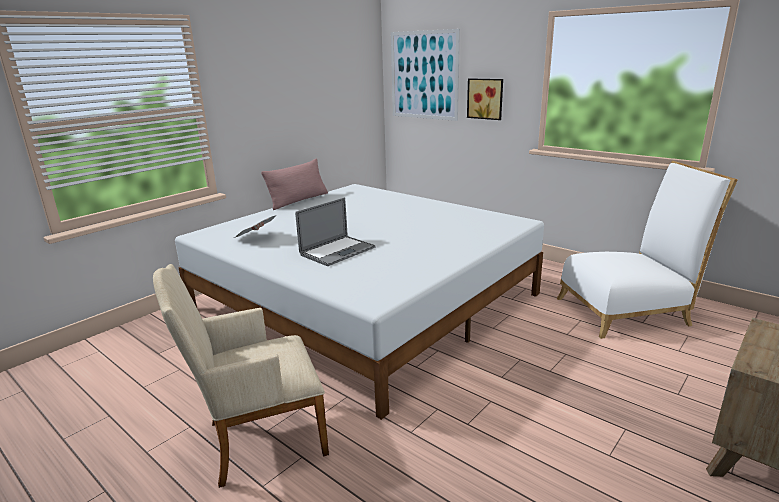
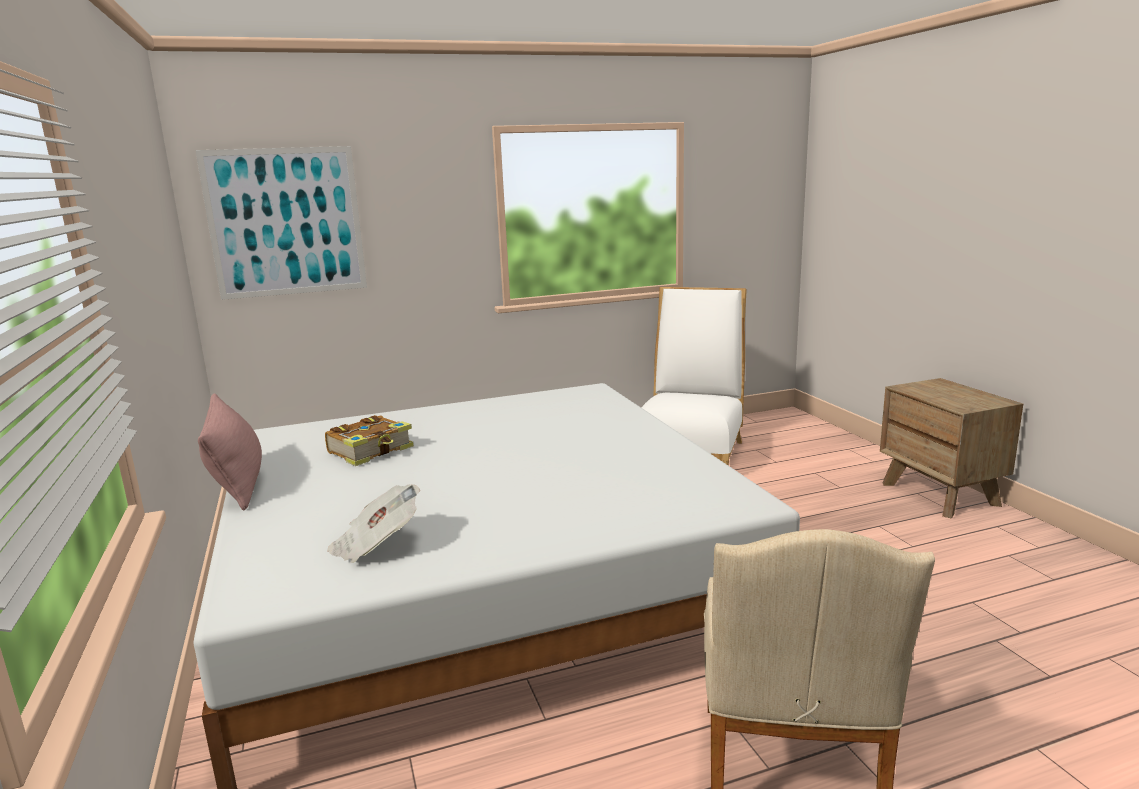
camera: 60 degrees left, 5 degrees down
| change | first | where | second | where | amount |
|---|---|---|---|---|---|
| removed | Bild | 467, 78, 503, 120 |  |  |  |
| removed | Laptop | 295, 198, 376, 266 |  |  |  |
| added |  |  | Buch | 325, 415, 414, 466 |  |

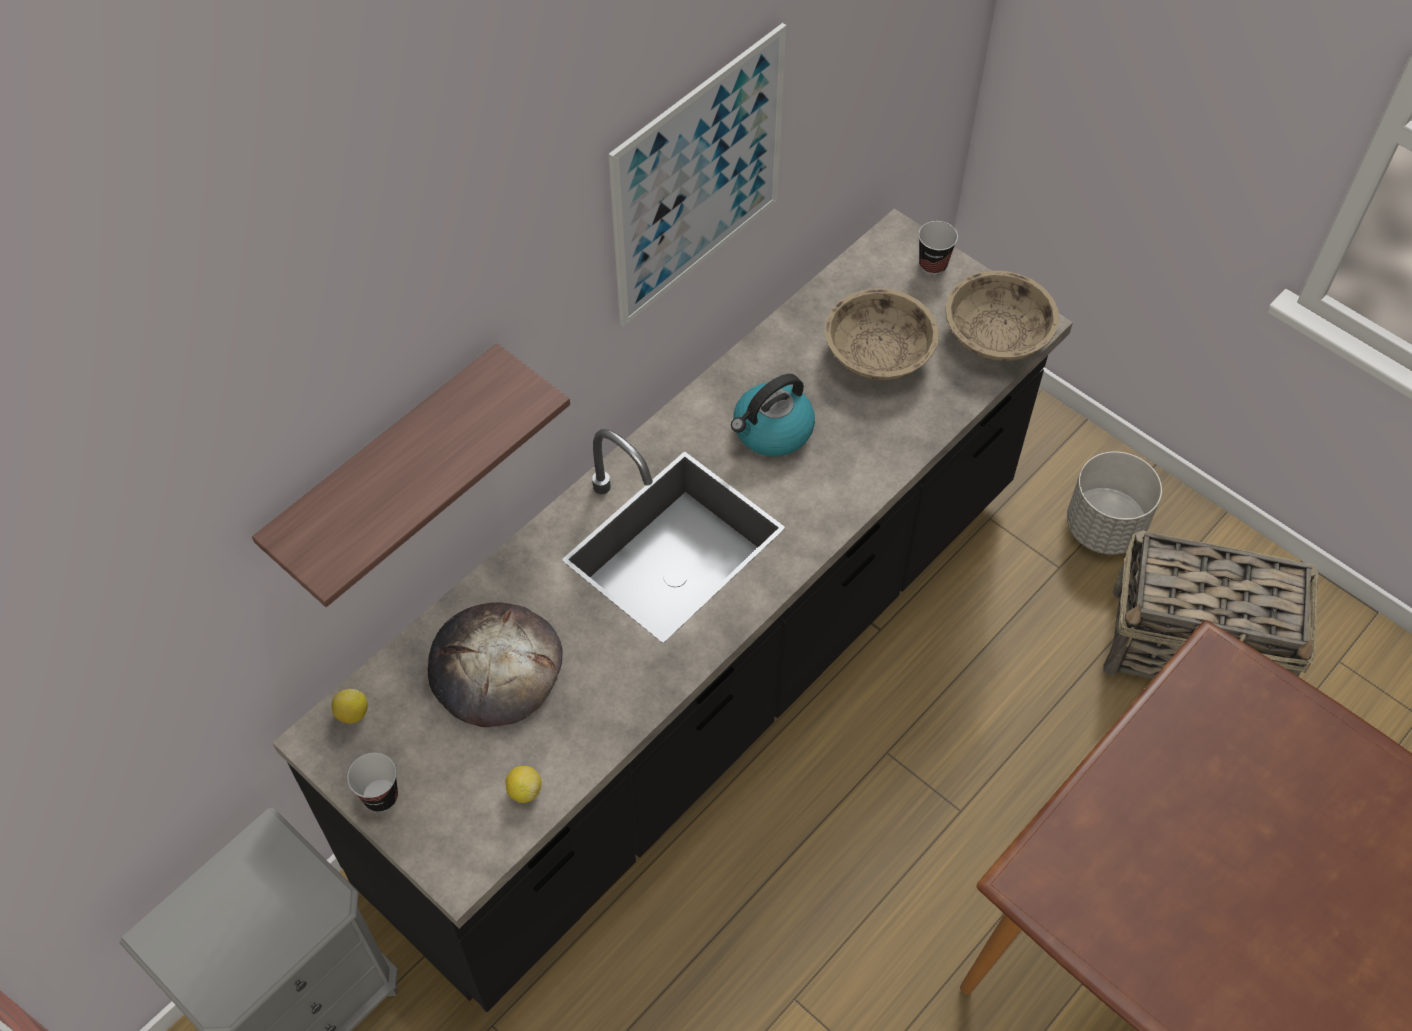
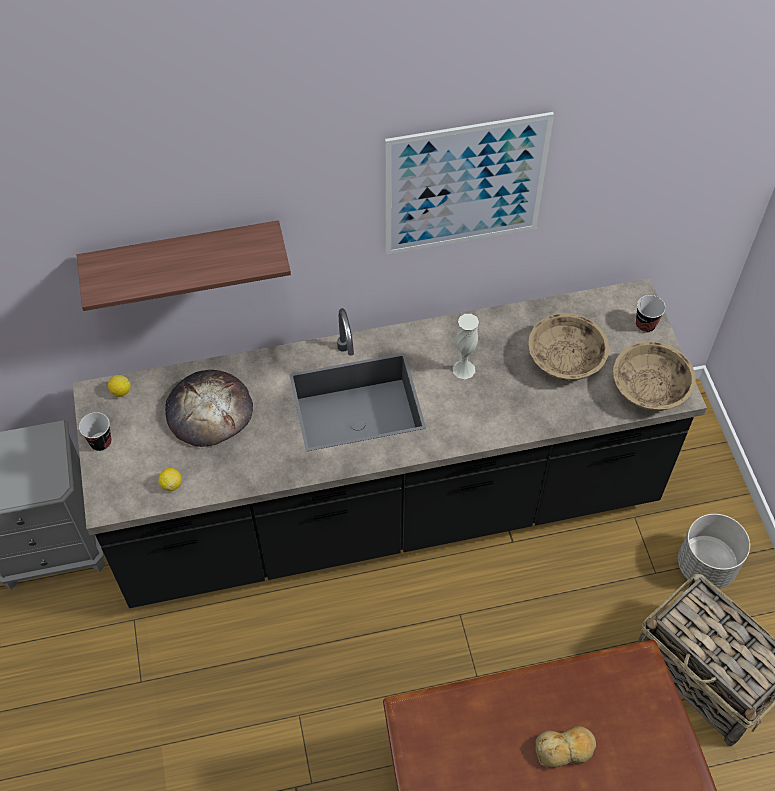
camera: 35 degrees right, 0 degrees up
| change | first | where | second | where | amount |
|---|---|---|---|---|---|
| replaced | Wasserkessel | 731, 374, 815, 456 | Vase [weiß] | 453, 314, 479, 379 |  |
| added |  |  | Brot | 536, 726, 596, 768 |  |

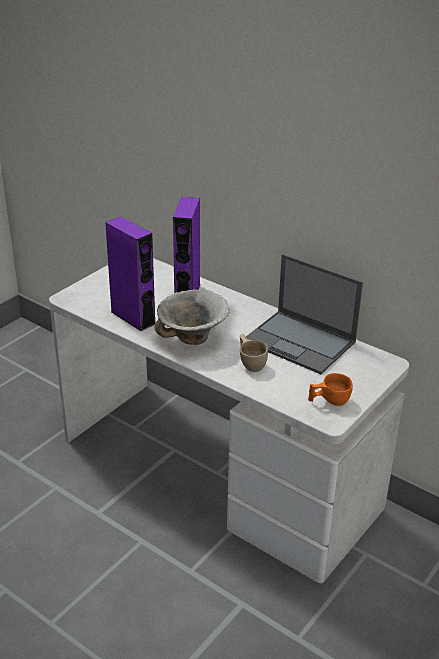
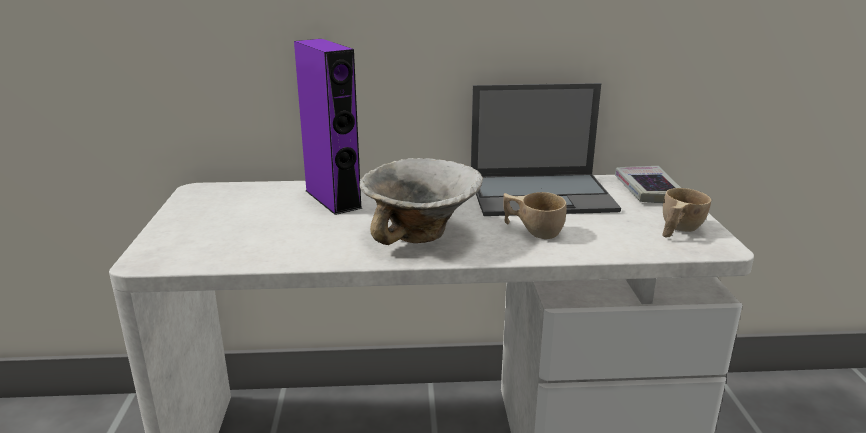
camera: 40 degrees left, 10 degrees down
| change | first | where | second | where | amount |
|---|---|---|---|---|---|
| removed | Lautsprecher [lila] | 105, 217, 155, 331 |  |  |  |
| recoloured | Tasse [orange] | 308, 373, 353, 406 | Tasse [beige] | 662, 188, 711, 237 |  |
| added |  |  | Buch | 615, 166, 681, 203 |  |

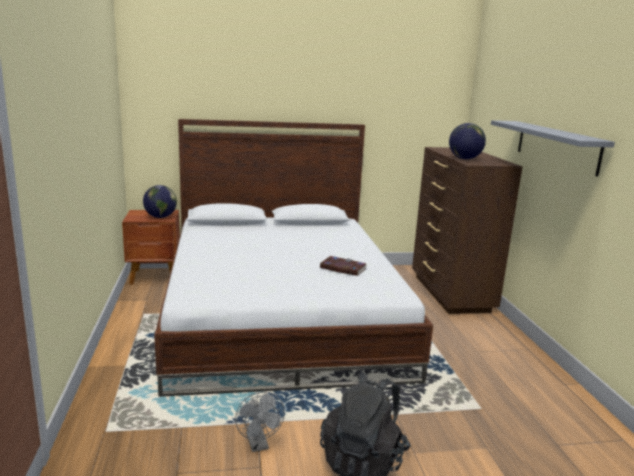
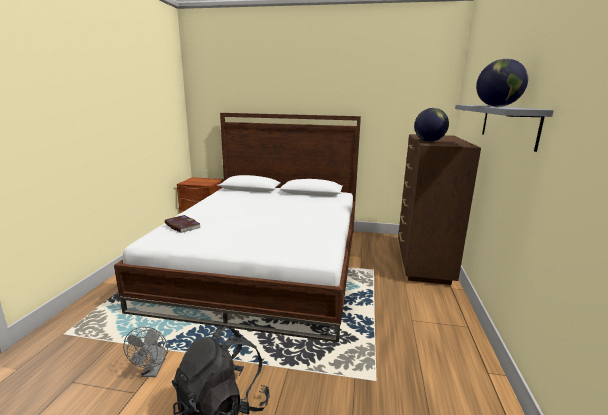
camera: 20 degrees right, 0 degrees up
| change | first | where | second | where | amount |
|---|---|---|---|---|---|
| moved | Globus | 143, 185, 177, 218 |  | 476, 59, 528, 107 |  |
| moved | Buch | 320, 256, 367, 276 |  | 165, 215, 202, 233 |  |

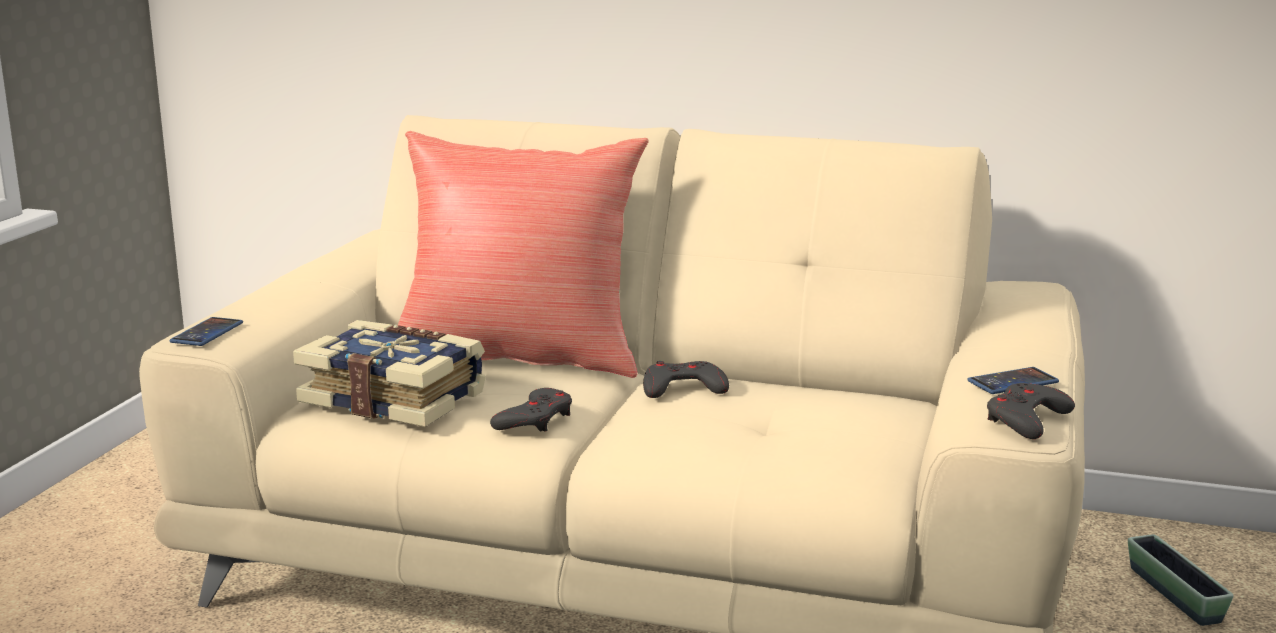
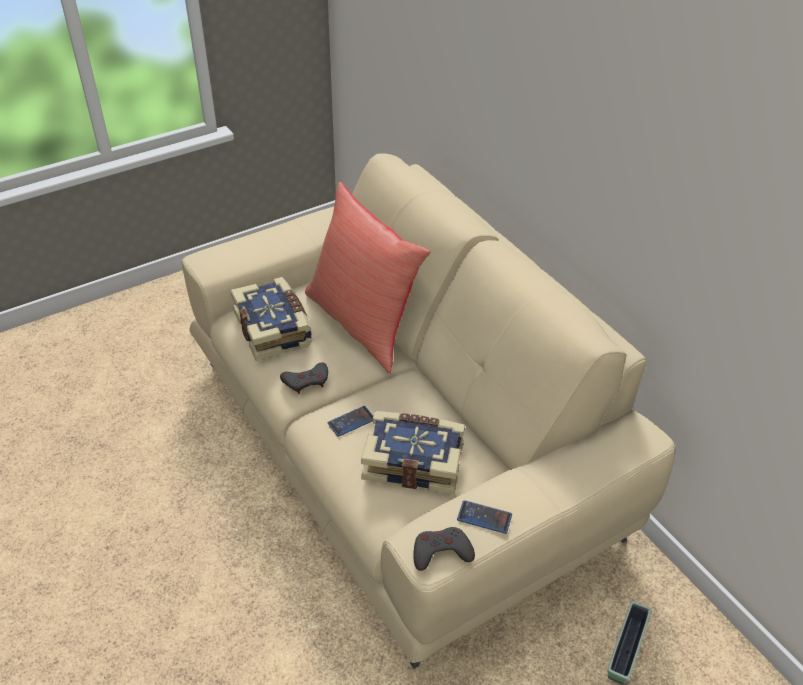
camera: 40 degrees right, 25 degrees up
| change | first | where | second | where | amount |
|---|---|---|---|---|---|
| moved | Handy | 169, 317, 243, 346 |  | 328, 406, 373, 437 |  |
| removed | Gamepad [grau] | 643, 361, 729, 398 |  |  |  |
| added |  |  | Buch | 361, 411, 465, 494 |  |

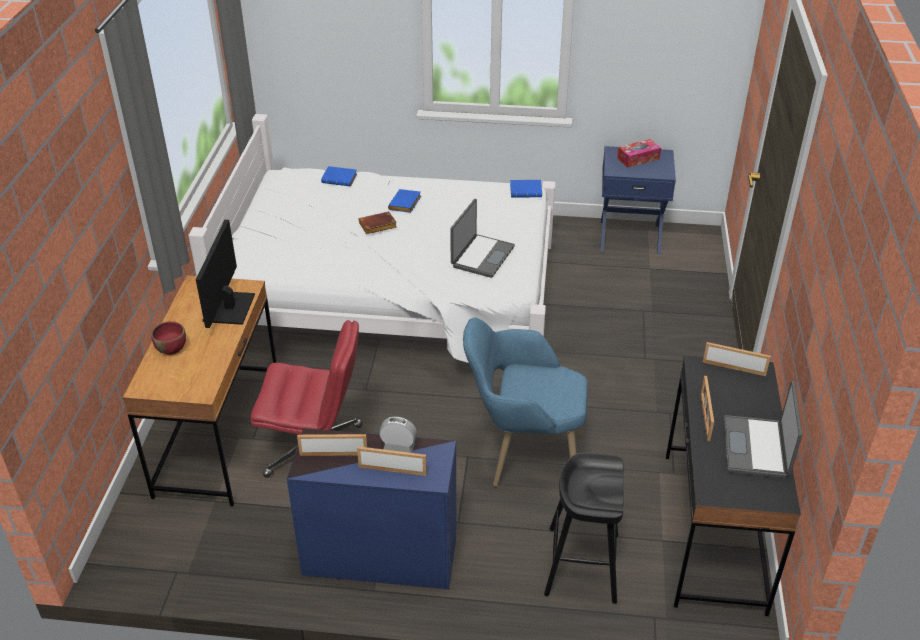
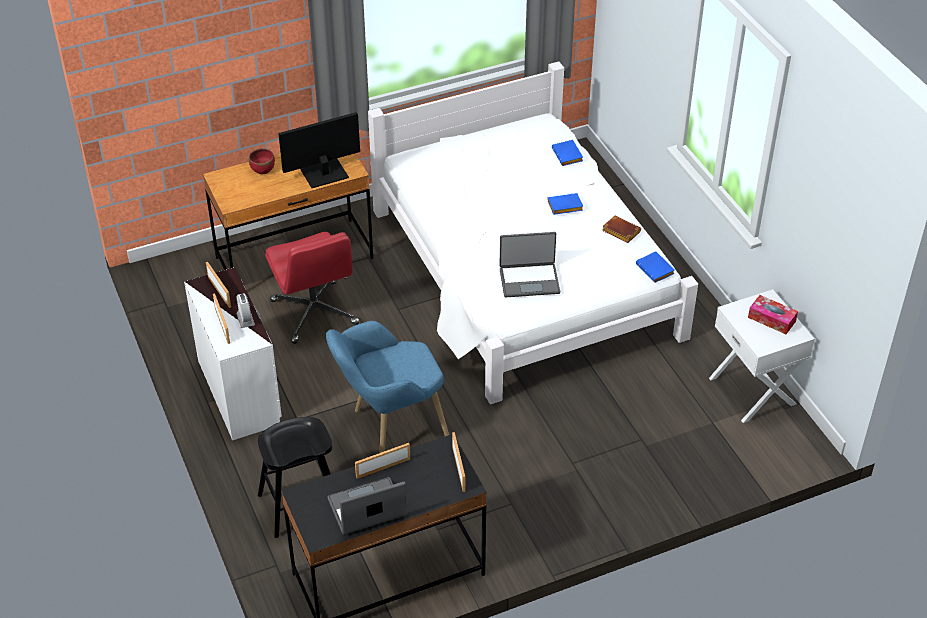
camera: 60 degrees right, 5 degrees up
| change | first | where | second | where | amount |
|---|---|---|---|---|---|
| recoloured | Nachttisch [blau] | 600, 146, 676, 255 | Nachttisch [weiß] | 709, 289, 815, 423 |  |
| moved | Buch [braun] | 359, 212, 397, 234 |  | 602, 216, 641, 243 |  |
| turned | Sessel [blau] | 463, 317, 588, 487 |  | 326, 321, 449, 453 | 90 degrees counterclockwise |
| recoloured | Kommode [blau] | 287, 428, 456, 589 | Kommode [weiß] | 184, 267, 282, 440 |  |

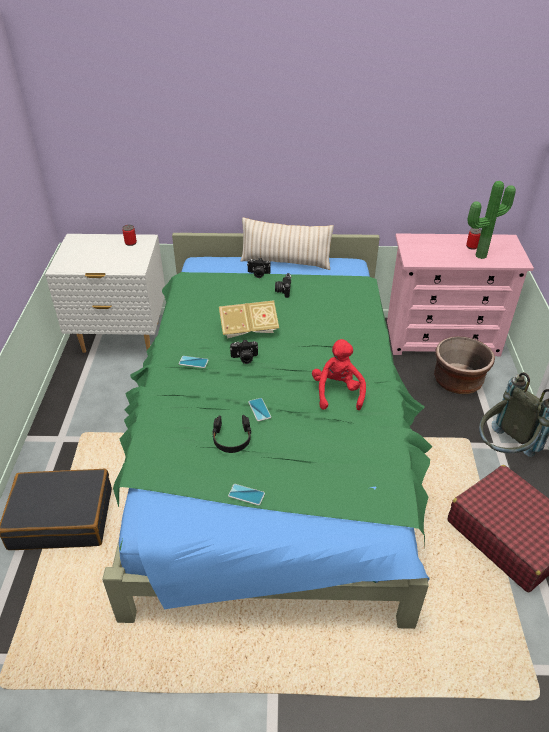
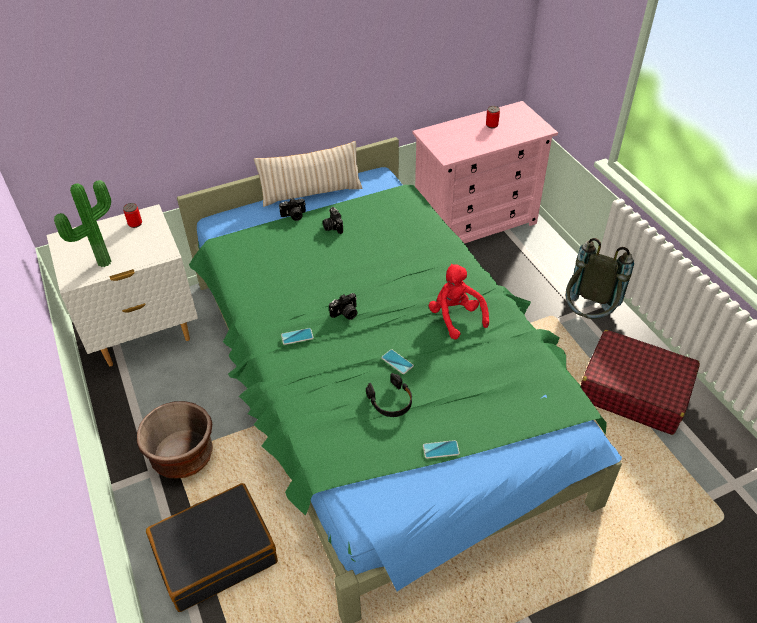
camera: 25 degrees left, 5 degrees up
| change | first | where | second | where | amount |
|---|---|---|---|---|---|
| moved | Topfpflanze | 468, 181, 516, 259 |  | 54, 180, 112, 267 |  |
| removed | Buch | 219, 300, 279, 339 |  |  |  |
| moved | Pflanzkübel [braun] | 434, 336, 495, 394 |  | 137, 401, 213, 478 |  |

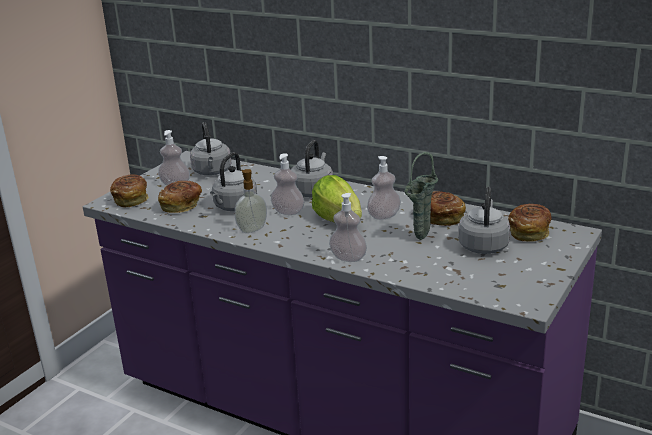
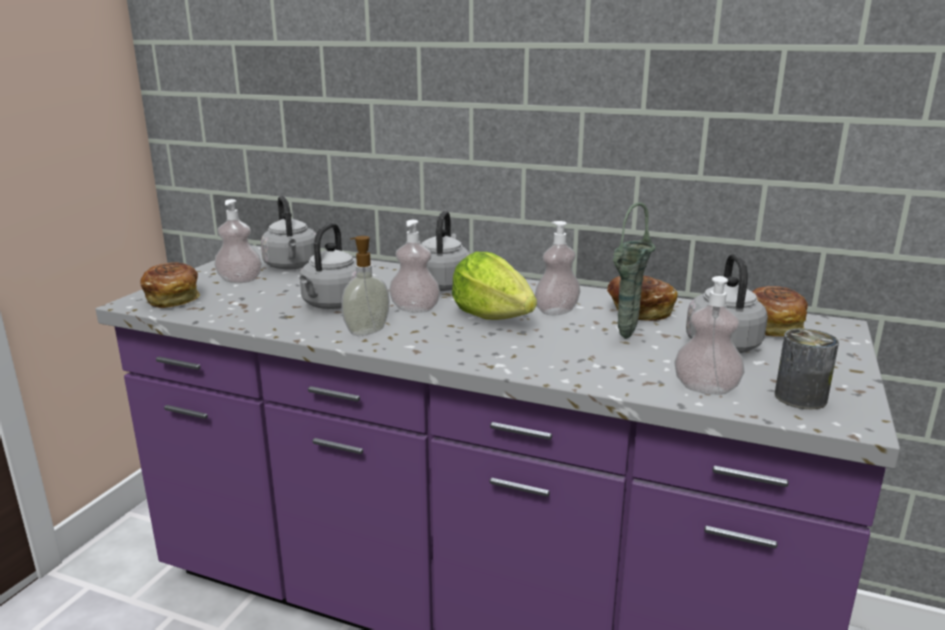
camera: 10 degrees left, 5 degrees down
| change | first | where | second | where | amount |
|---|---|---|---|---|---|
| removed | Brot | 158, 181, 202, 213 |  |  |  |
| moved | Seifenspender | 329, 193, 367, 262 |  | 674, 276, 744, 395 |  |
| added |  |  | Dose | 775, 328, 839, 409 |  |

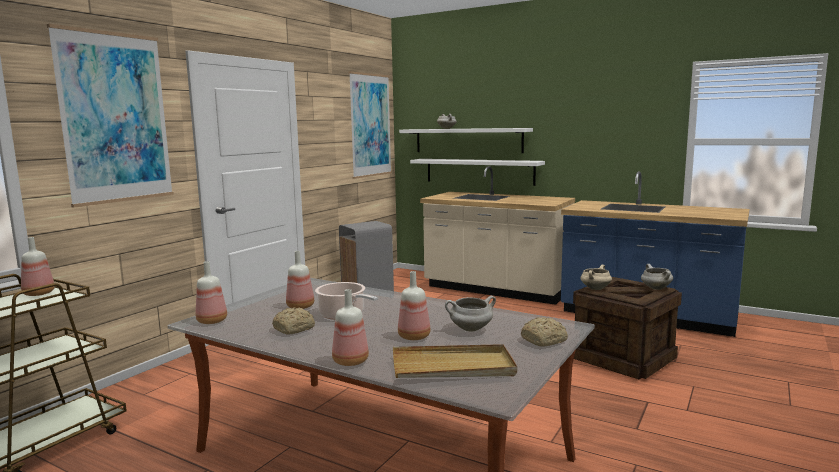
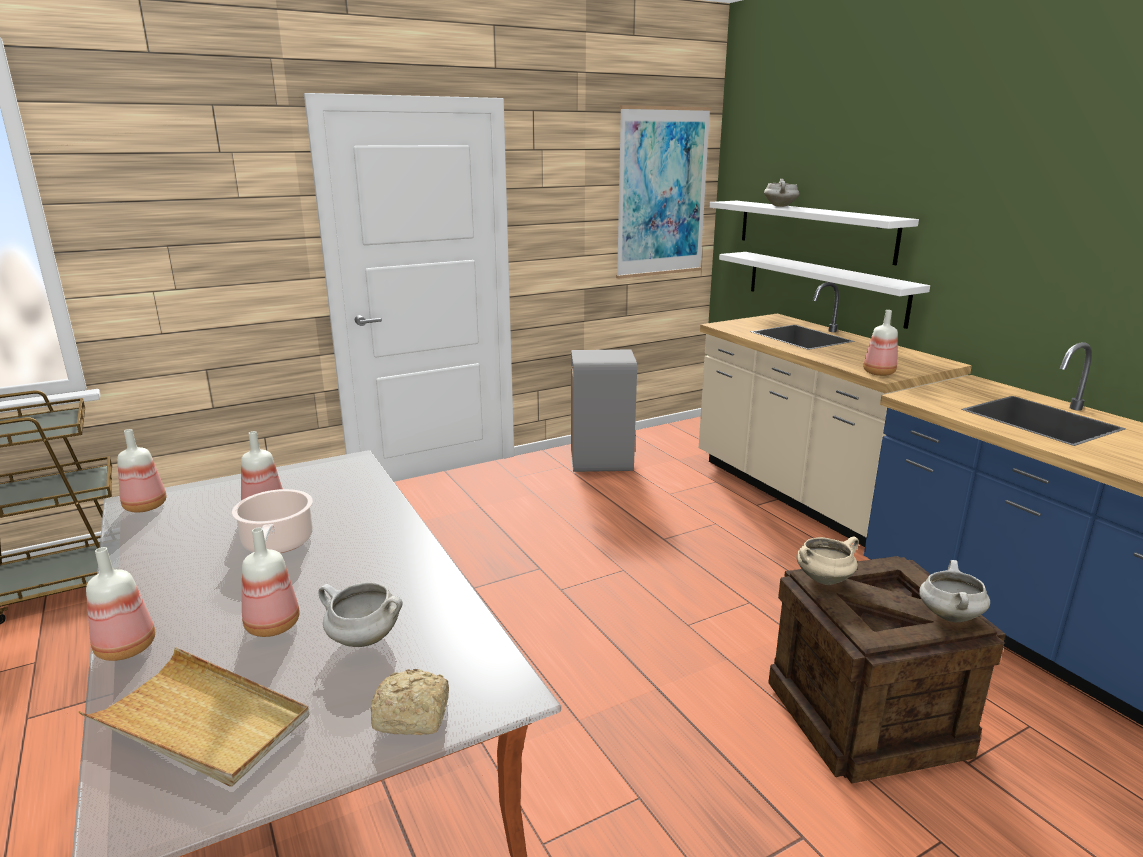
camera: 30 degrees right, 10 degrees up
| change | first | where | second | where | amount |
|---|---|---|---|---|---|
| removed | Bild | 47, 24, 174, 208 |  |  |  |
| moved | Flasche | 21, 237, 55, 296 |  | 863, 310, 898, 376 |  |
| removed | Brot | 272, 308, 315, 335 |  |  |  |

